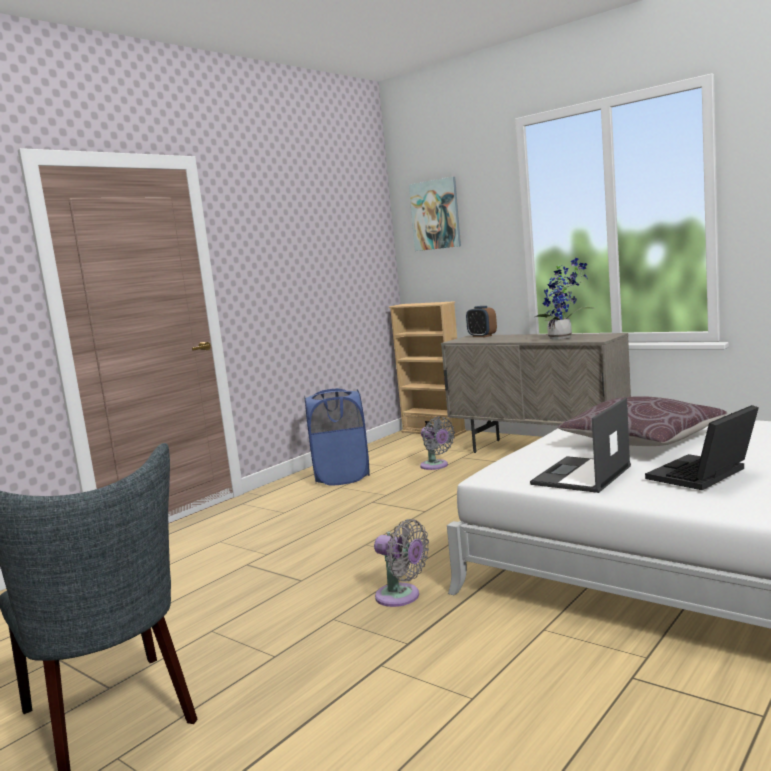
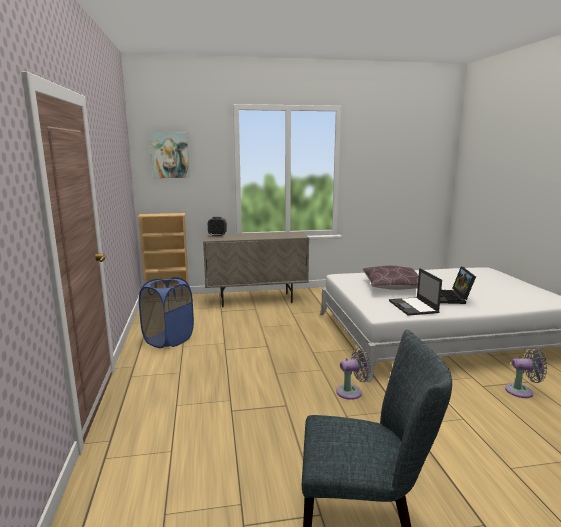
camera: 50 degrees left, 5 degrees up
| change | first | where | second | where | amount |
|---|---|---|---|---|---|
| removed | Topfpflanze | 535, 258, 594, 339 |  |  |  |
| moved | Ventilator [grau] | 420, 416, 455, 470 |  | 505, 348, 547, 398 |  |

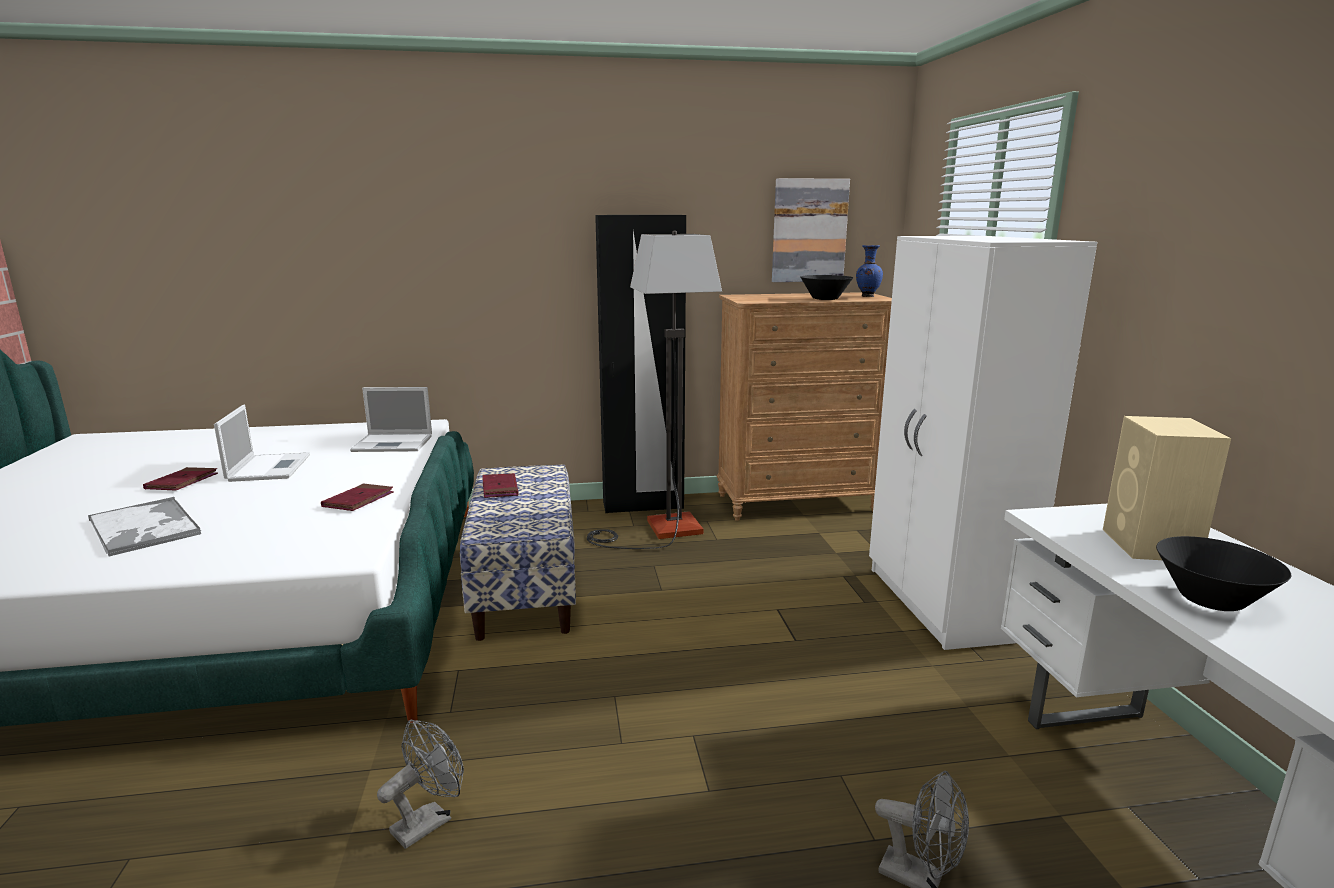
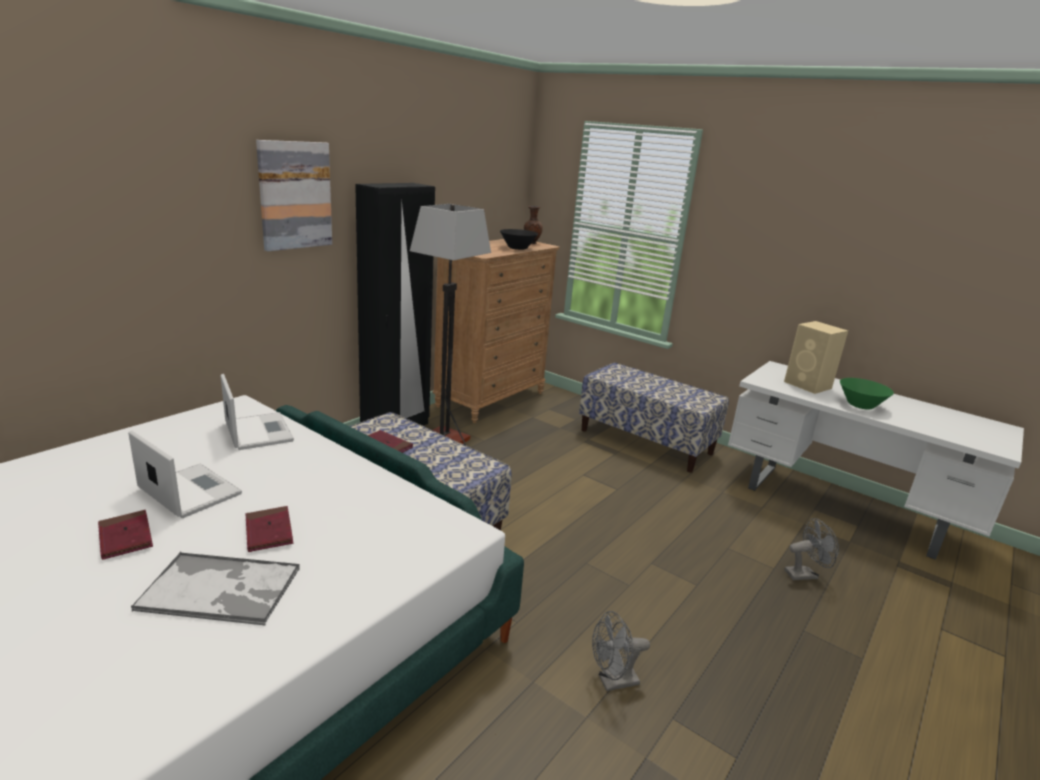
camera: 45 degrees left, 5 degrees up
| change | first | where | second | where | amount |
|---|---|---|---|---|---|
| moved | Bild | 772, 178, 850, 282 |  | 256, 140, 332, 251 |  |
| replaced | Kleiderschrank [weiß] | 869, 236, 1097, 650 | Bank | 579, 362, 729, 473 |  |
| recoloured | Vase [blau] | 856, 245, 883, 297 | Vase [braun] | 524, 206, 543, 244 |  |
| turned | Laptop | 350, 387, 432, 452 |  | 220, 374, 294, 450 | 75 degrees counterclockwise |
| moved | Buch [rot] | 321, 483, 394, 511 |  | 246, 506, 293, 552 |  |
| recoloured | Schüssel [schwarz] | 1156, 536, 1291, 611 | Schüssel [grün] | 840, 378, 894, 409 |  |
| turned | Ventilator [grau] | 377, 720, 464, 849 |  | 592, 611, 650, 691 | 105 degrees counterclockwise |

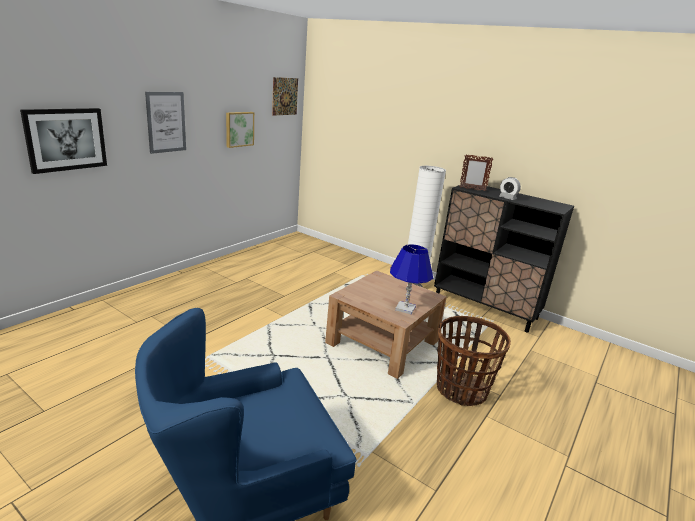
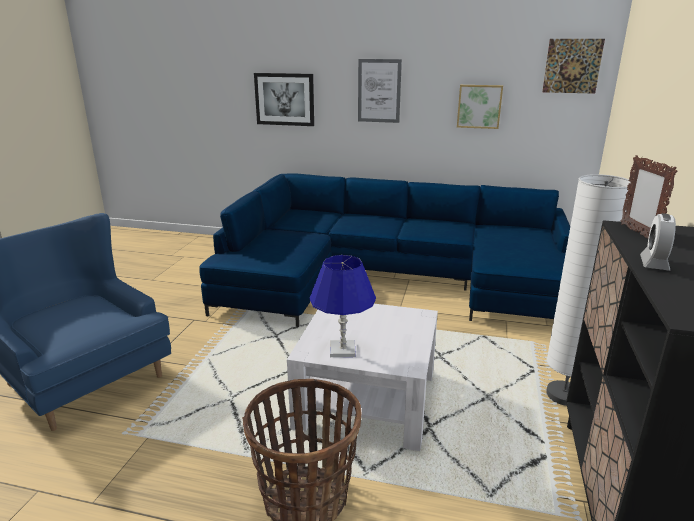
camera: 70 degrees right, 0 degrees up
| change | first | where | second | where | amount |
|---|---|---|---|---|---|
| recoloured | Couchtisch [braun] | 325, 270, 447, 379 | Couchtisch [weiß] | 287, 304, 438, 451 |  |
| added |  |  | Sofa [blau] | 199, 173, 570, 327 |  |

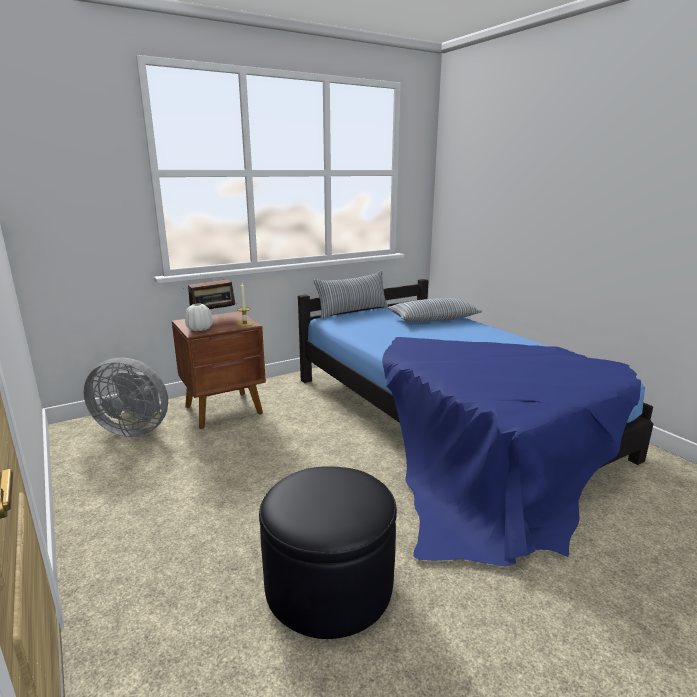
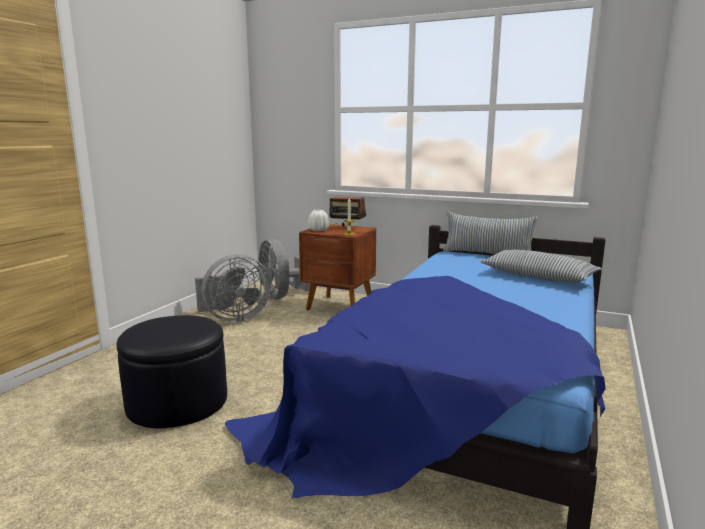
camera: 55 degrees right, 5 degrees down
| change | first | where | second | where | amount |
|---|---|---|---|---|---|
| added |  |  | Ventilator [grau] | 195, 254, 271, 322 |  |

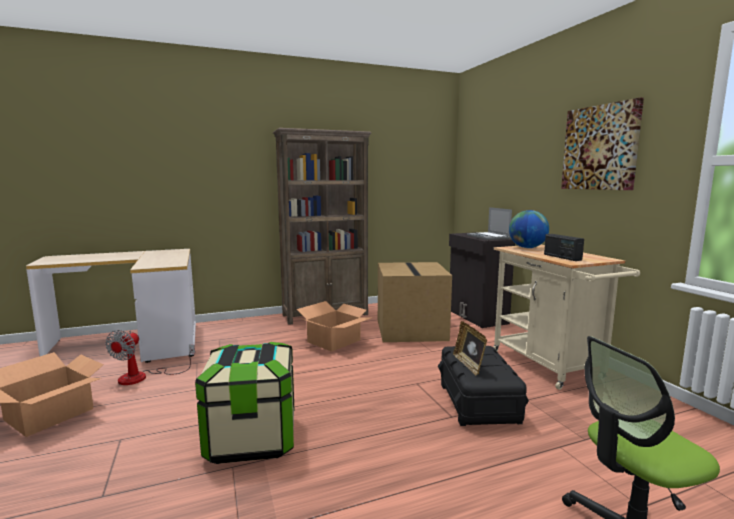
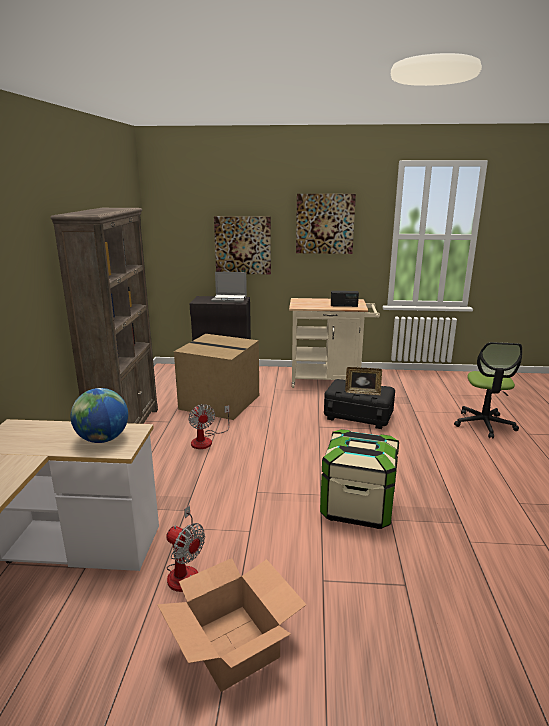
camera: 65 degrees left, 10 degrees up
| change | first | where | second | where | amount |
|---|---|---|---|---|---|
| moved | Globus | 509, 210, 549, 248 |  | 71, 388, 128, 443 |  |
| replaced | Karton | 297, 301, 371, 352 | Ventilator | 188, 404, 230, 449 |  |
| added |  |  | Bild | 214, 216, 271, 274 |  |

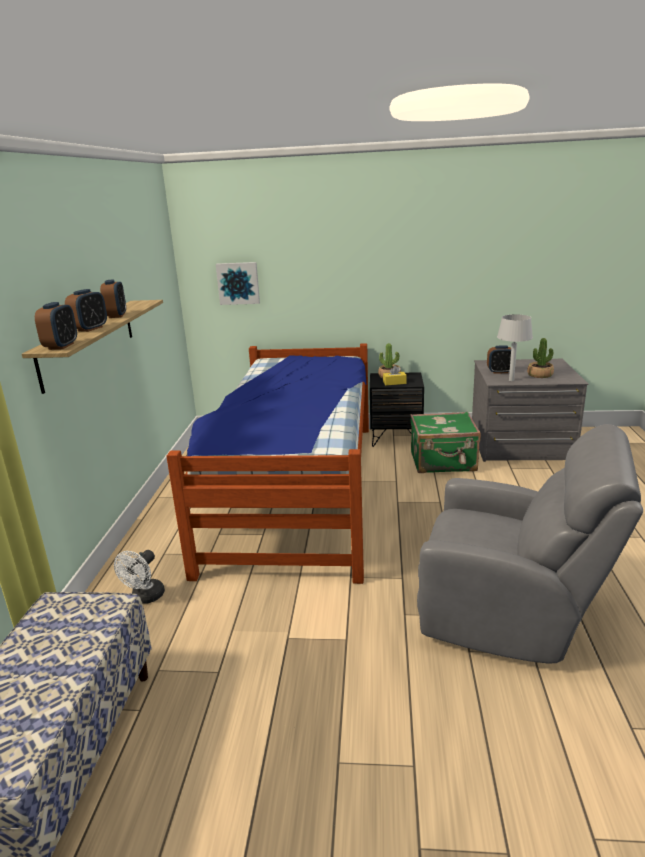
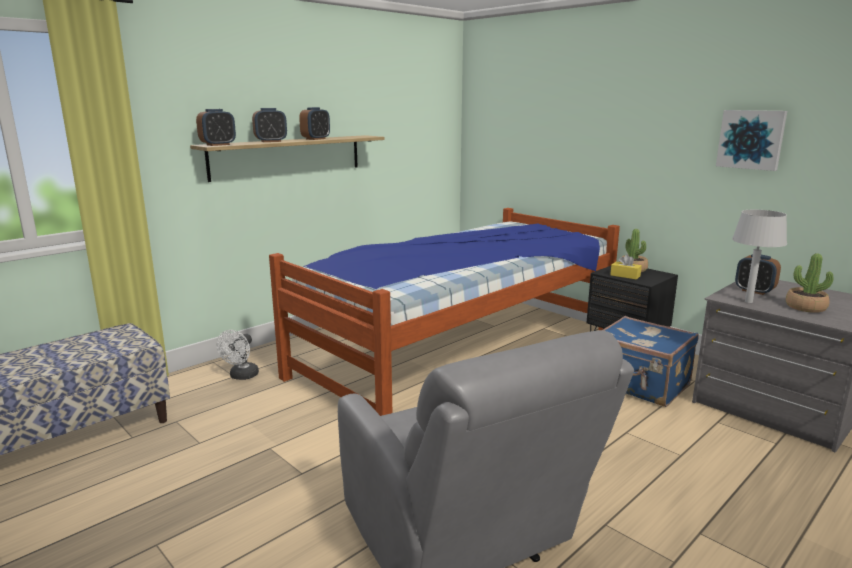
camera: 40 degrees right, 5 degrees down
| change | first | where | second | where | amount |
|---|---|---|---|---|---|
| moved | Bild | 216, 262, 260, 305 |  | 716, 110, 787, 171 |  |
| recoloured | Koffer [grün] | 410, 412, 481, 473 | Koffer [blau] | 603, 316, 699, 407 |  |
| turned | Ventilator [weiß] | 114, 550, 165, 603 |  | 217, 330, 259, 380 | 45 degrees counterclockwise |

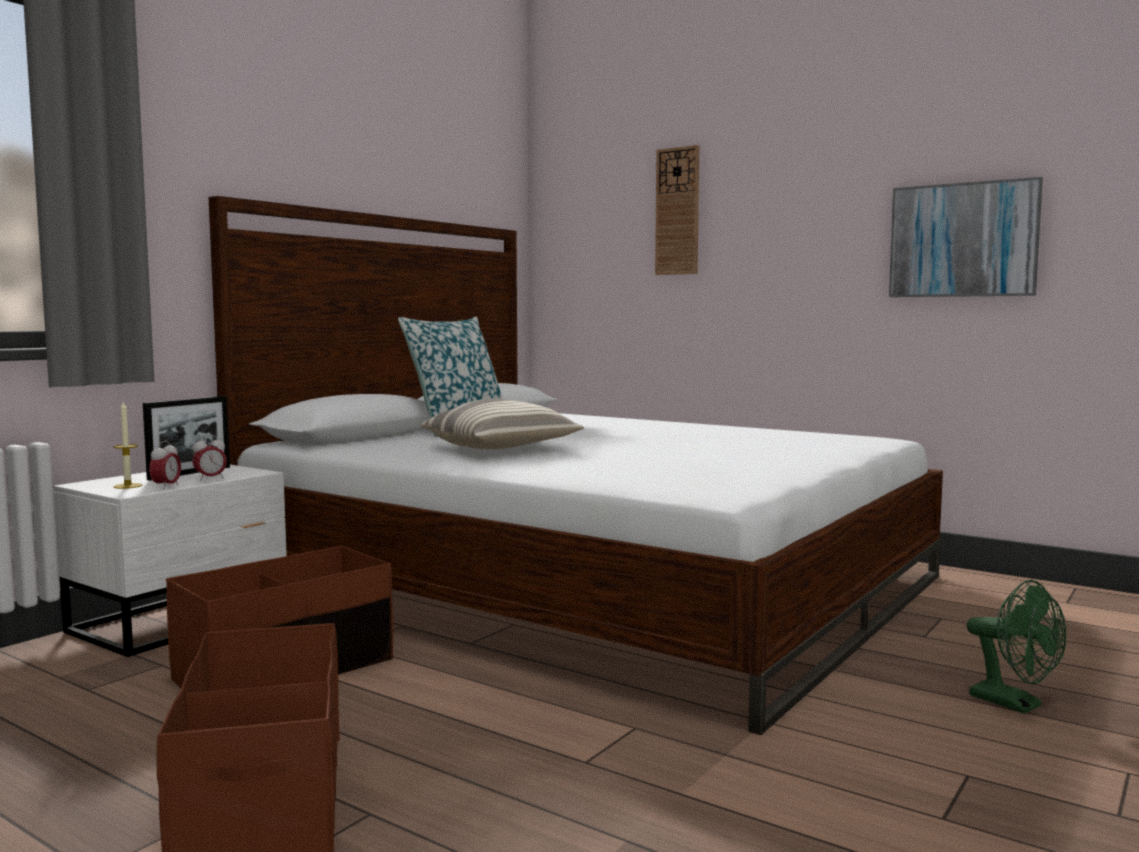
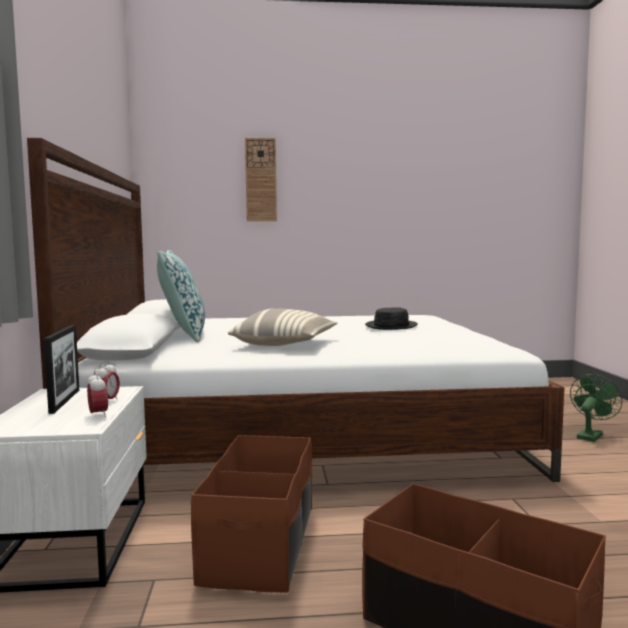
camera: 40 degrees left, 0 degrees up
| change | first | where | second | where | amount |
|---|---|---|---|---|---|
| removed | Bild | 889, 177, 1043, 297 |  |  |  |
| removed | Kerze | 113, 402, 142, 489 |  |  |  |
| turned | Ventilator [grün] | 967, 580, 1066, 714 |  | 570, 374, 623, 442 | 60 degrees counterclockwise |
| added |  |  | Hut [schwarz] | 365, 307, 418, 330 |  |

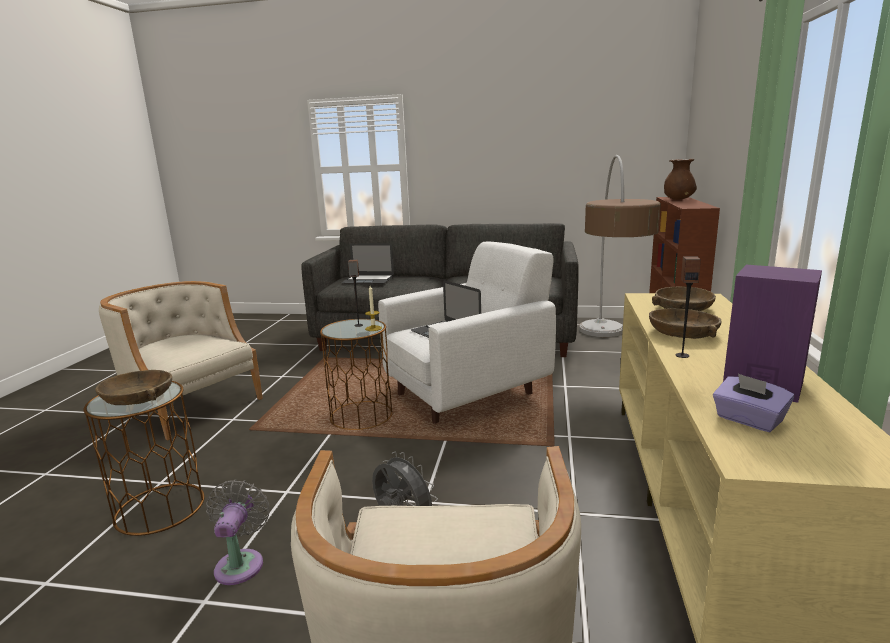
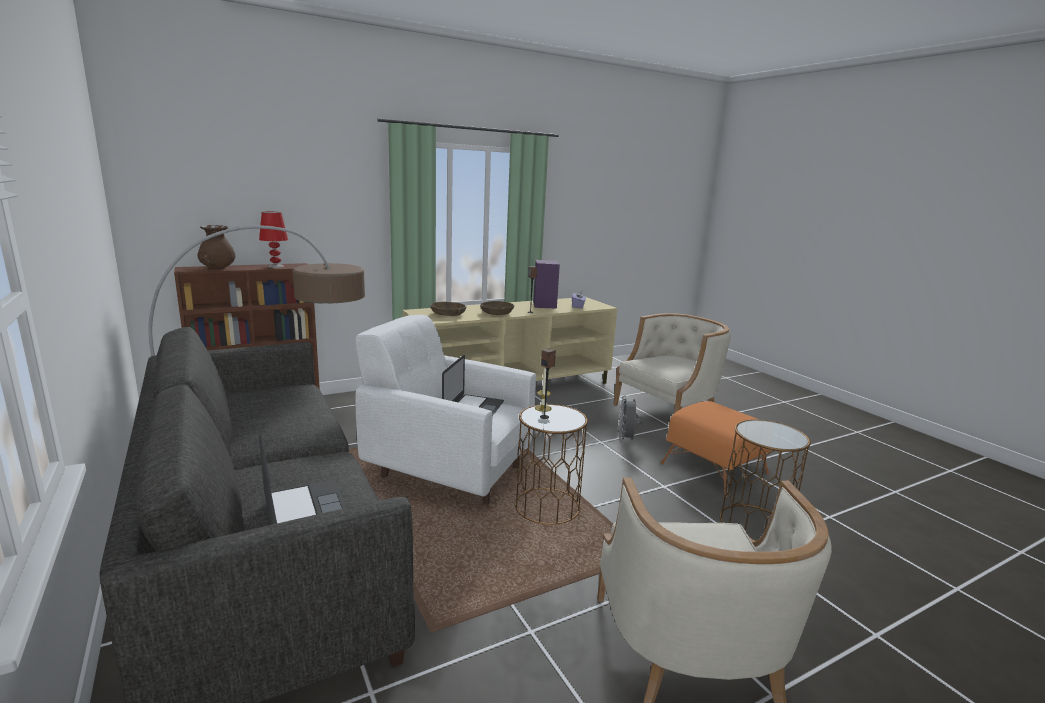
camera: 130 degrees left, 0 degrees up
| change | first | where | second | where | amount |
|---|---|---|---|---|---|
| removed | Schüssel [braun] | 95, 370, 172, 405 |  |  |  |
| replaced | Ventilator [grau] | 206, 480, 270, 585 | Polsterhocker [orange] | 661, 401, 771, 497 |  |
| added |  |  | Tischlampe [rot] | 259, 212, 288, 268 |  |

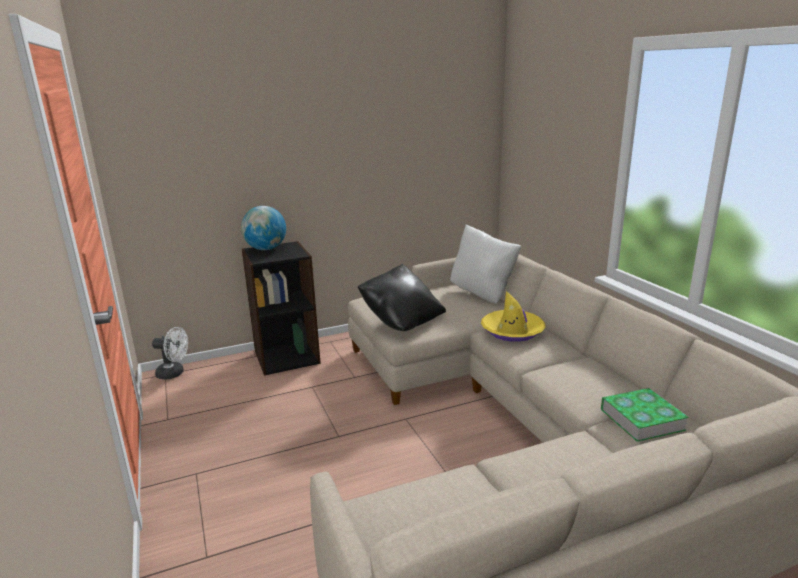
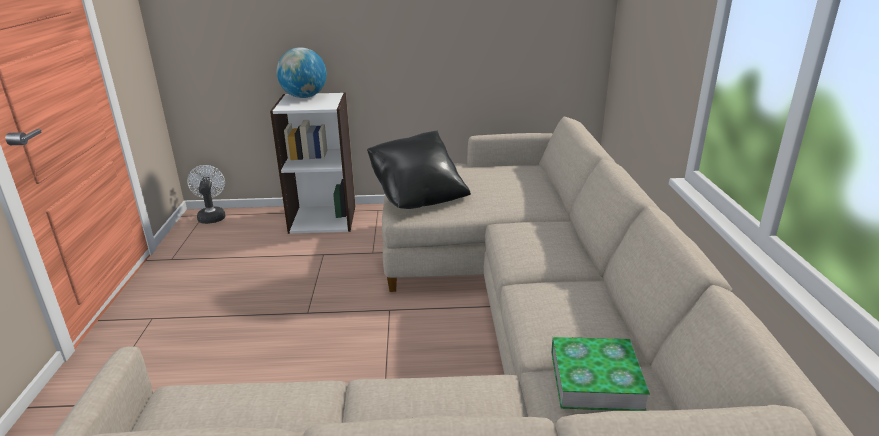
camera: 20 degrees right, 5 degrees up
| change | first | where | second | where | amount |
|---|---|---|---|---|---|
| removed | Kissen [weiß] | 450, 224, 522, 304 |  |  |  |
| recoloured | Bücherregal [schwarz] | 242, 241, 321, 376 | Bücherregal [weiß] | 270, 92, 355, 234 |  |
| removed | Hut [gelb] | 481, 291, 545, 342 |  |  |  |
| turned | Ventilator [weiß] | 152, 327, 188, 379 |  | 187, 165, 226, 224 | 135 degrees counterclockwise |

